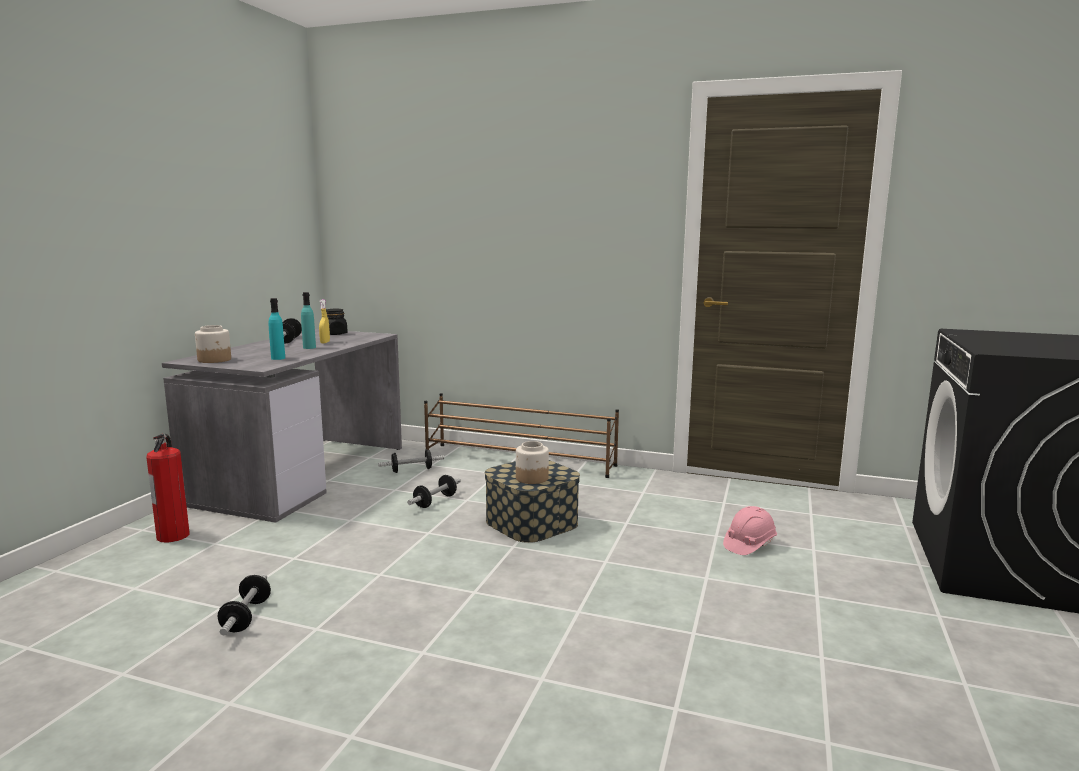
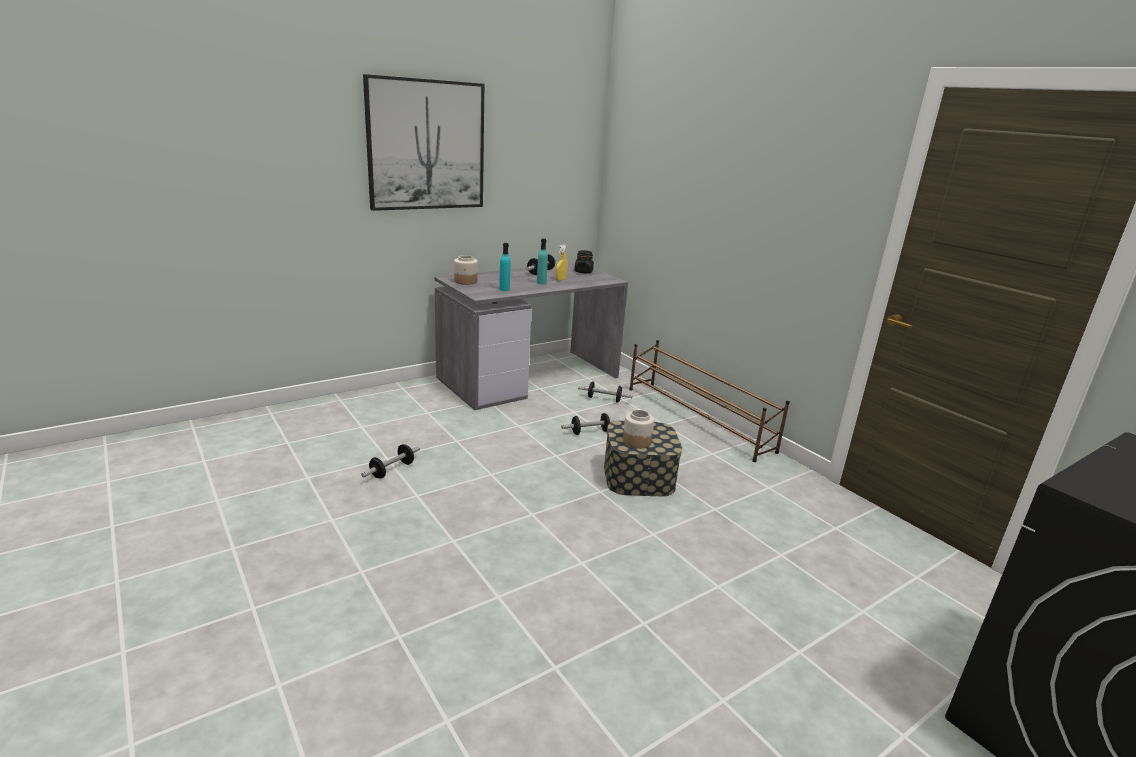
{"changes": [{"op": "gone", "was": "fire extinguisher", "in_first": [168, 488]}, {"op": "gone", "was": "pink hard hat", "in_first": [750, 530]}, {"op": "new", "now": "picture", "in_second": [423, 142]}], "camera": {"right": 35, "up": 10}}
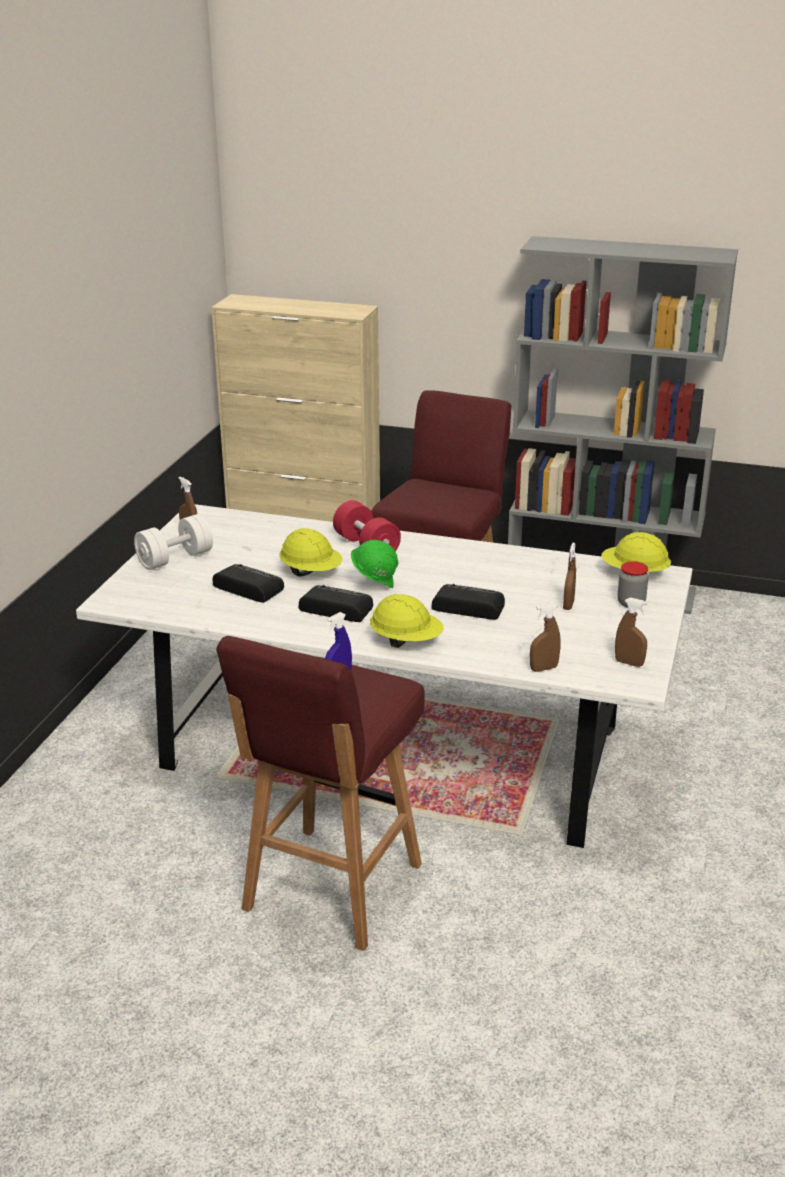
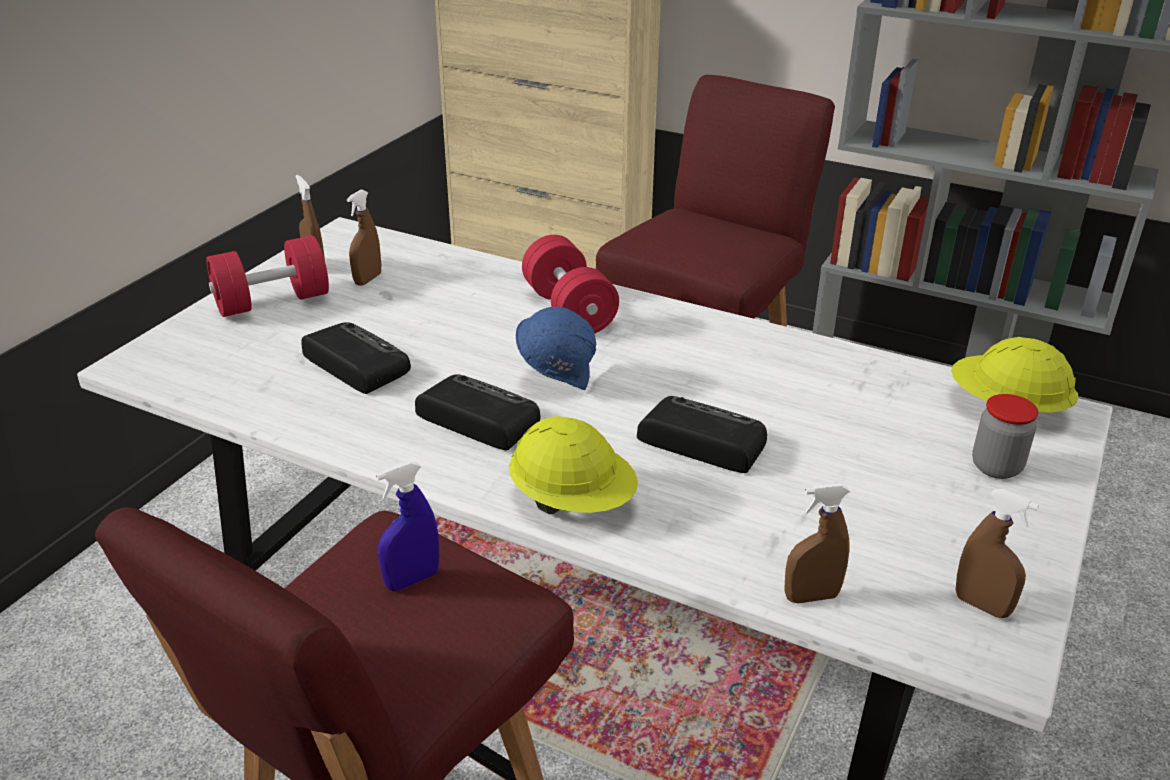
{"changes": [{"op": "repainted", "was": "white dumbbell", "now": "red dumbbell", "in_first": [173, 542], "in_second": [267, 276]}, {"op": "gone", "was": "yellow hard hat", "in_first": [310, 552]}, {"op": "repainted", "was": "green hard hat", "now": "blue hard hat", "in_first": [375, 564], "in_second": [556, 348]}, {"op": "shifted", "was": "brown spray bottle", "in_first": [569, 576], "in_second": [364, 238]}], "camera": {"right": 10, "up": 5}}
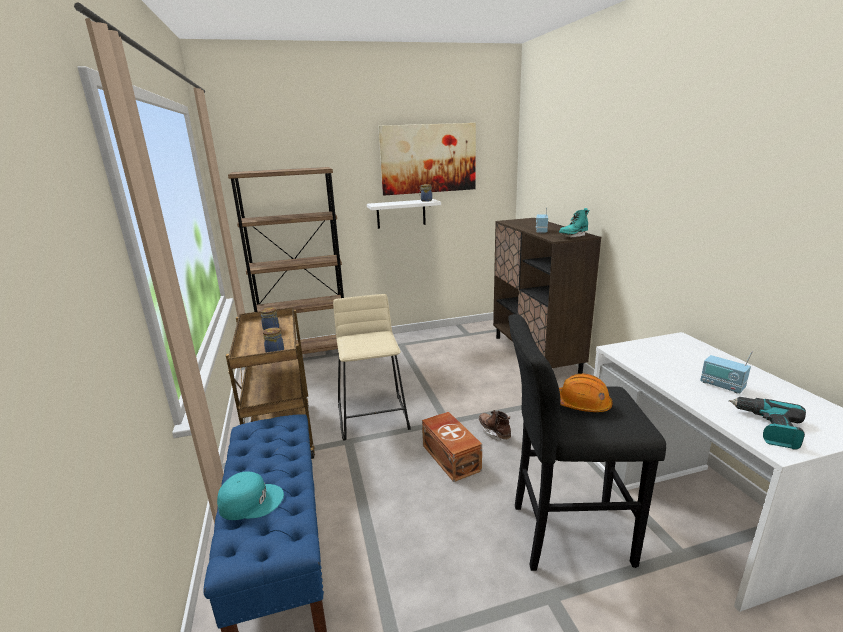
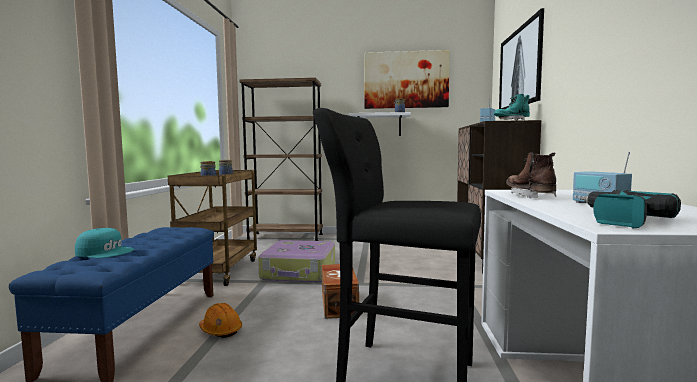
{"changes": [{"op": "swapped", "was": "beige stool", "now": "suitcase", "in_first": [372, 367], "in_second": [296, 261]}, {"op": "shifted", "was": "orange hard hat", "in_first": [586, 393], "in_second": [220, 320]}, {"op": "shifted", "was": "brown boot", "in_first": [495, 425], "in_second": [531, 175]}, {"op": "new", "now": "picture", "in_second": [521, 58]}], "camera": {"right": 20, "up": -15}}
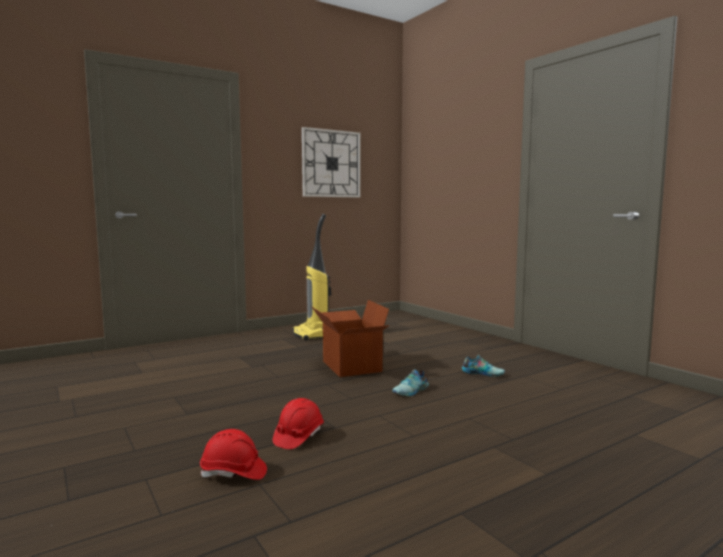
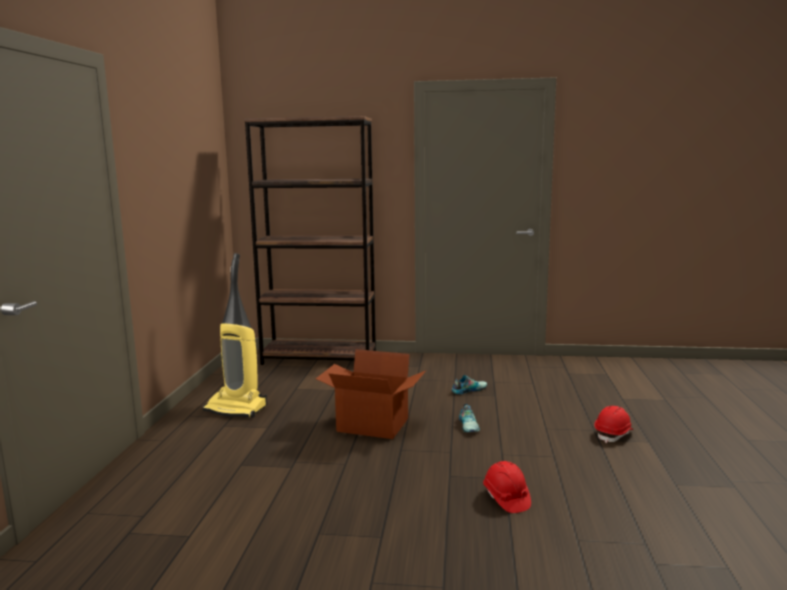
{"changes": [{"op": "gone", "was": "wall clock", "in_first": [331, 162]}, {"op": "shifted", "was": "red hard hat", "in_first": [233, 454], "in_second": [614, 424]}, {"op": "new", "now": "brown bookcase", "in_second": [310, 240]}], "camera": {"right": -50, "up": 5}}
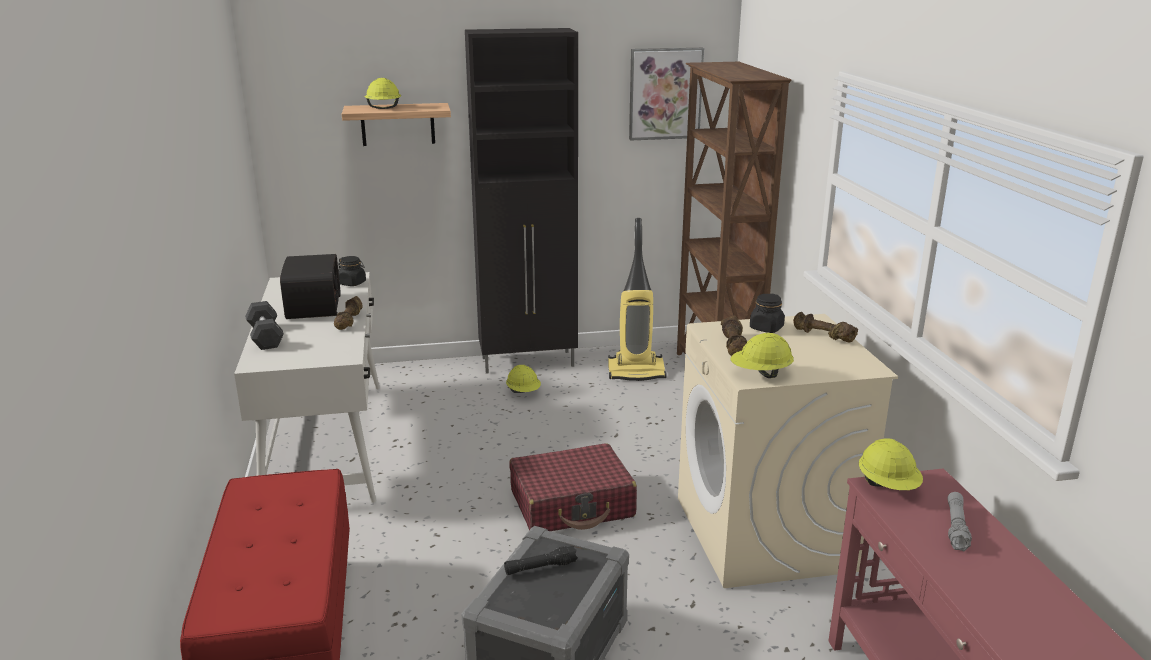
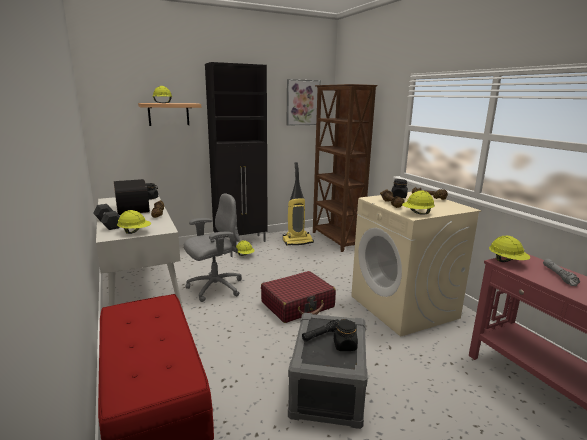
{"changes": [{"op": "new", "now": "grey office chair", "in_second": [213, 247]}, {"op": "new", "now": "yellow hard hat", "in_second": [134, 222]}, {"op": "new", "now": "black jar", "in_second": [346, 335]}], "camera": {"right": -15, "up": -5}}
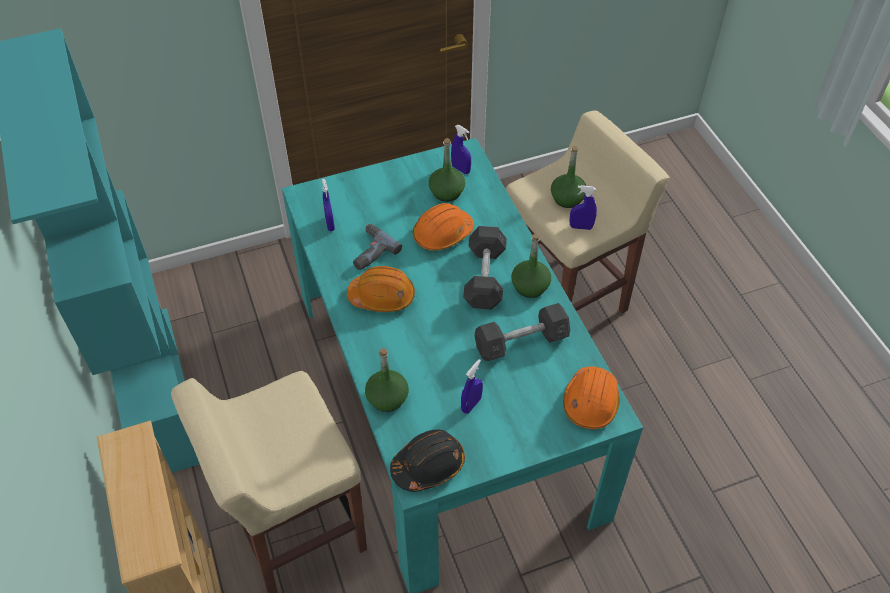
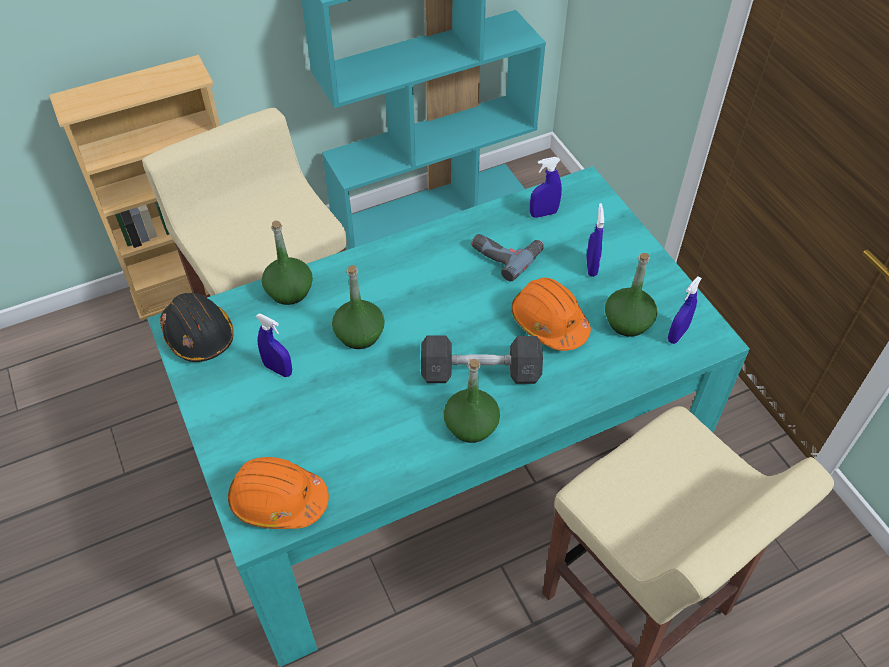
{"changes": [{"op": "shifted", "was": "green bottle", "in_first": [568, 177], "in_second": [358, 307]}, {"op": "shifted", "was": "blue spray bottle", "in_first": [583, 207], "in_second": [595, 240]}, {"op": "gone", "was": "orange hard hat", "in_first": [381, 289]}, {"op": "gone", "was": "grey dumbbell", "in_first": [522, 332]}], "camera": {"right": 85, "up": 0}}
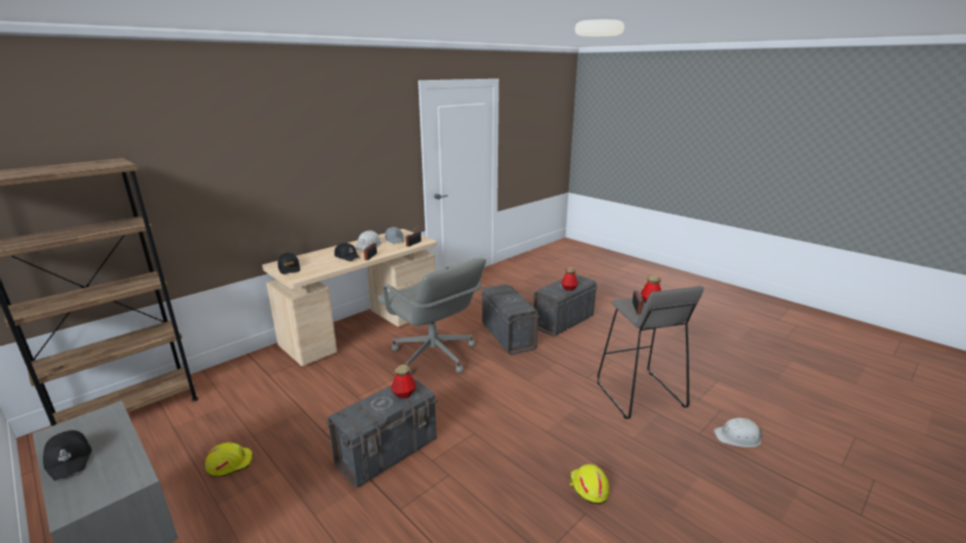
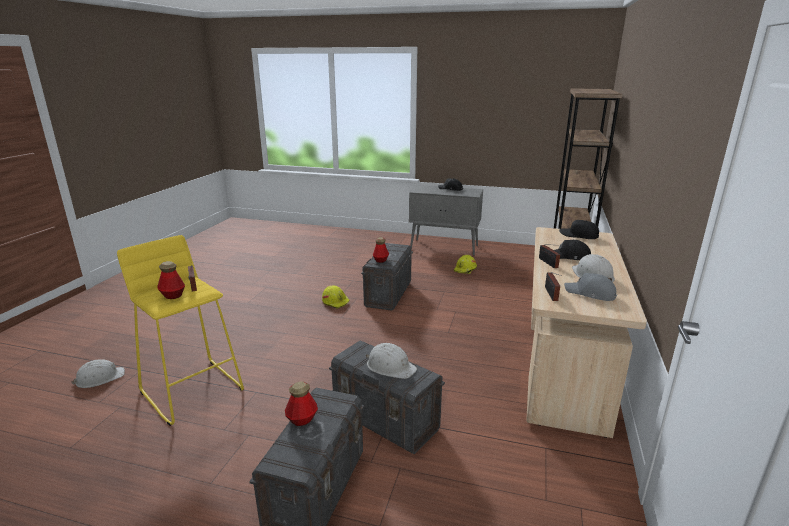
{"changes": [{"op": "gone", "was": "grey office chair", "in_first": [432, 316]}, {"op": "repainted", "was": "grey stool", "now": "yellow stool", "in_first": [650, 352], "in_second": [180, 330]}, {"op": "shifted", "was": "yellow hard hat", "in_first": [589, 484], "in_second": [336, 297]}, {"op": "new", "now": "white hard hat", "in_second": [391, 361]}], "camera": {"right": 150, "up": 0}}
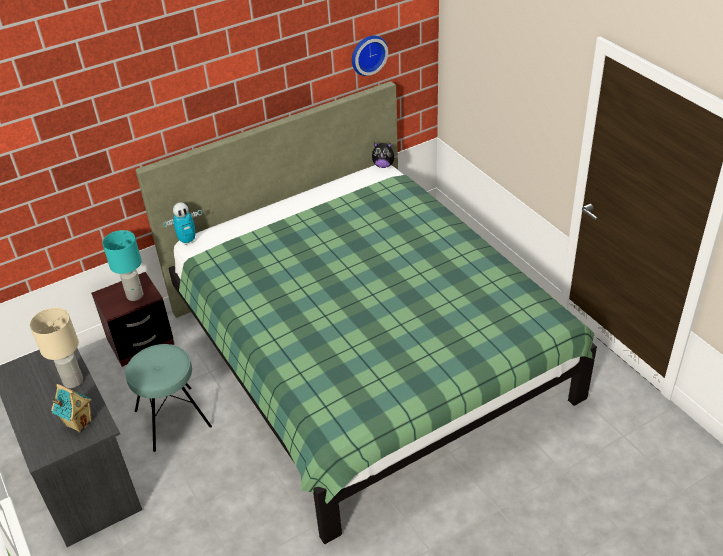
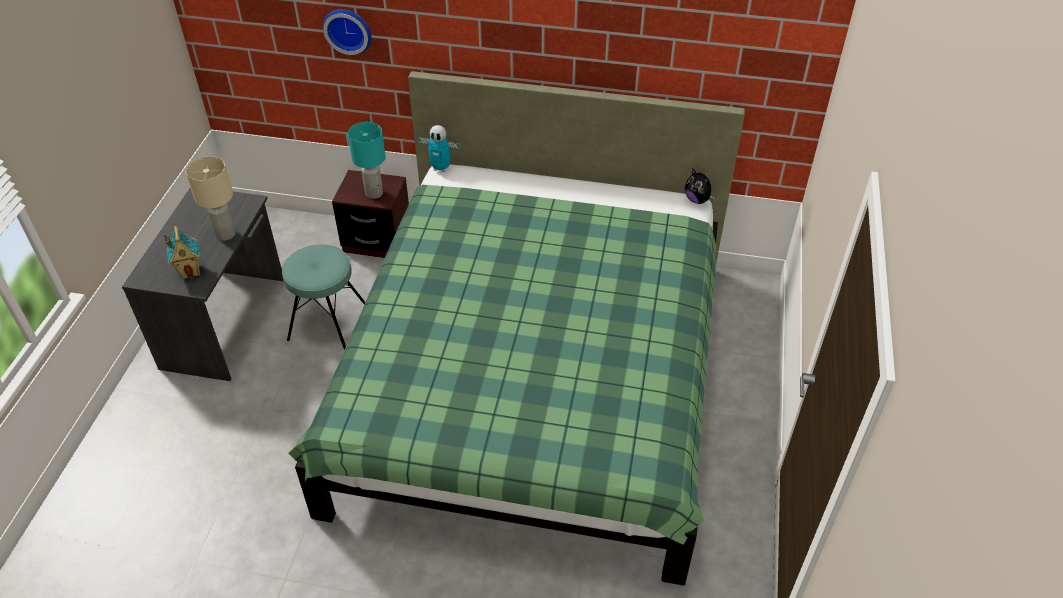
{"changes": [{"op": "shifted", "was": "wall clock", "in_first": [370, 55], "in_second": [347, 32]}], "camera": {"right": 40, "up": 5}}
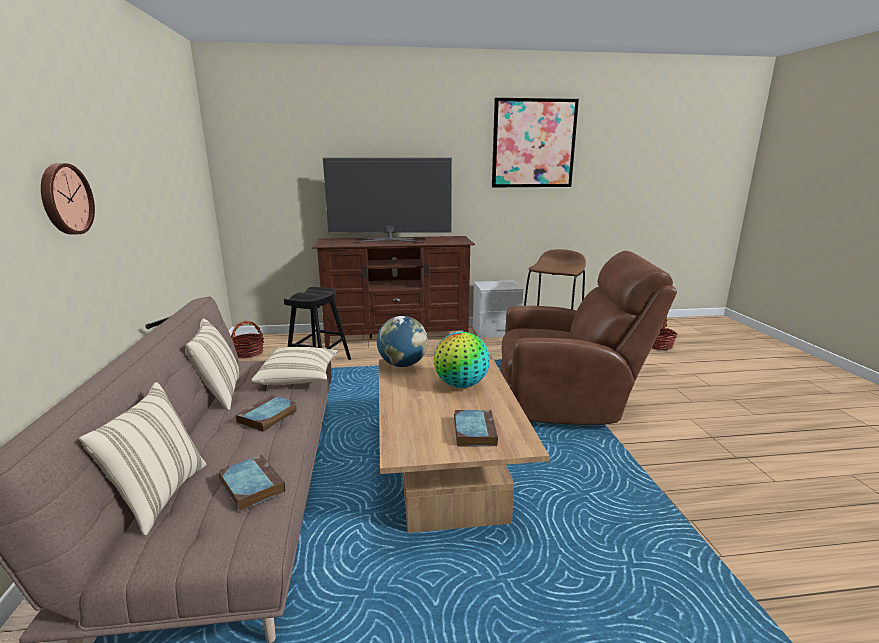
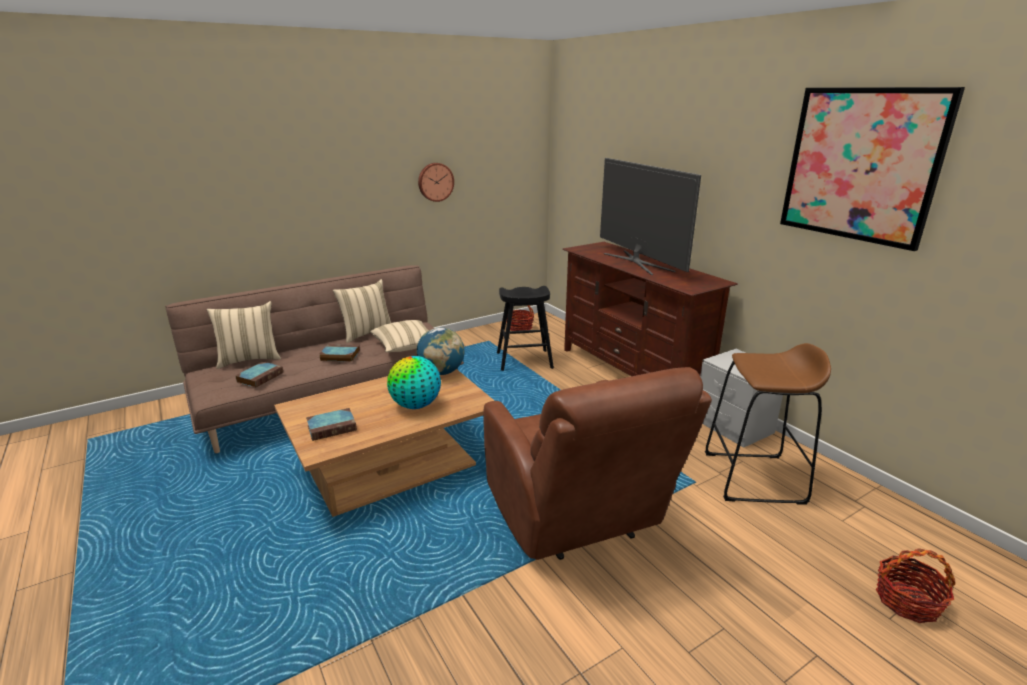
{"changes": [{"op": "shifted", "was": "wall clock", "in_first": [68, 198], "in_second": [436, 182]}], "camera": {"right": 65, "up": 5}}
